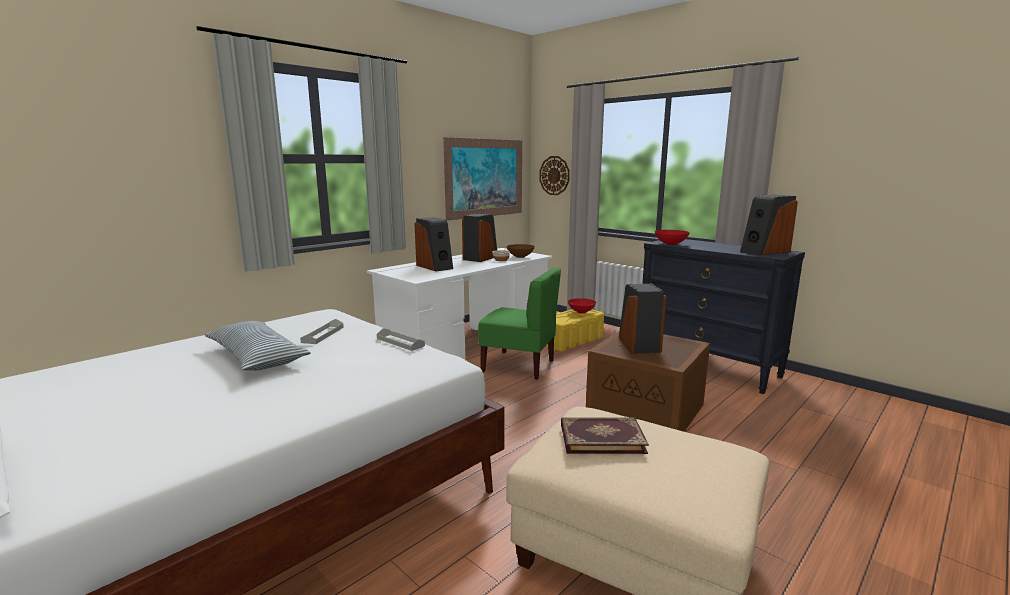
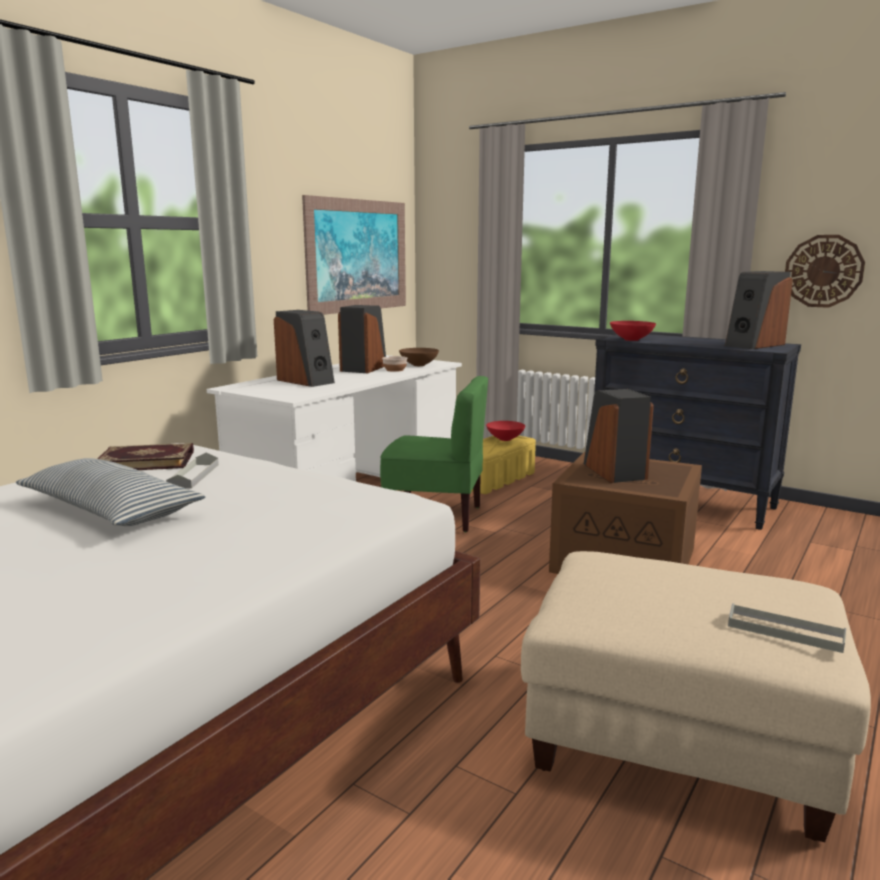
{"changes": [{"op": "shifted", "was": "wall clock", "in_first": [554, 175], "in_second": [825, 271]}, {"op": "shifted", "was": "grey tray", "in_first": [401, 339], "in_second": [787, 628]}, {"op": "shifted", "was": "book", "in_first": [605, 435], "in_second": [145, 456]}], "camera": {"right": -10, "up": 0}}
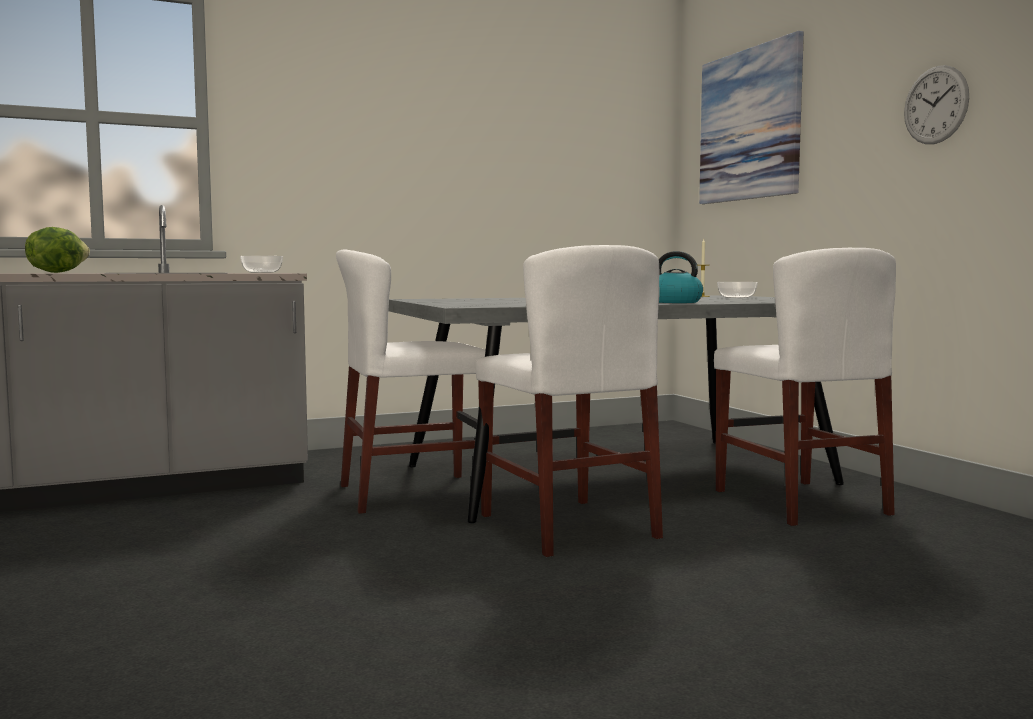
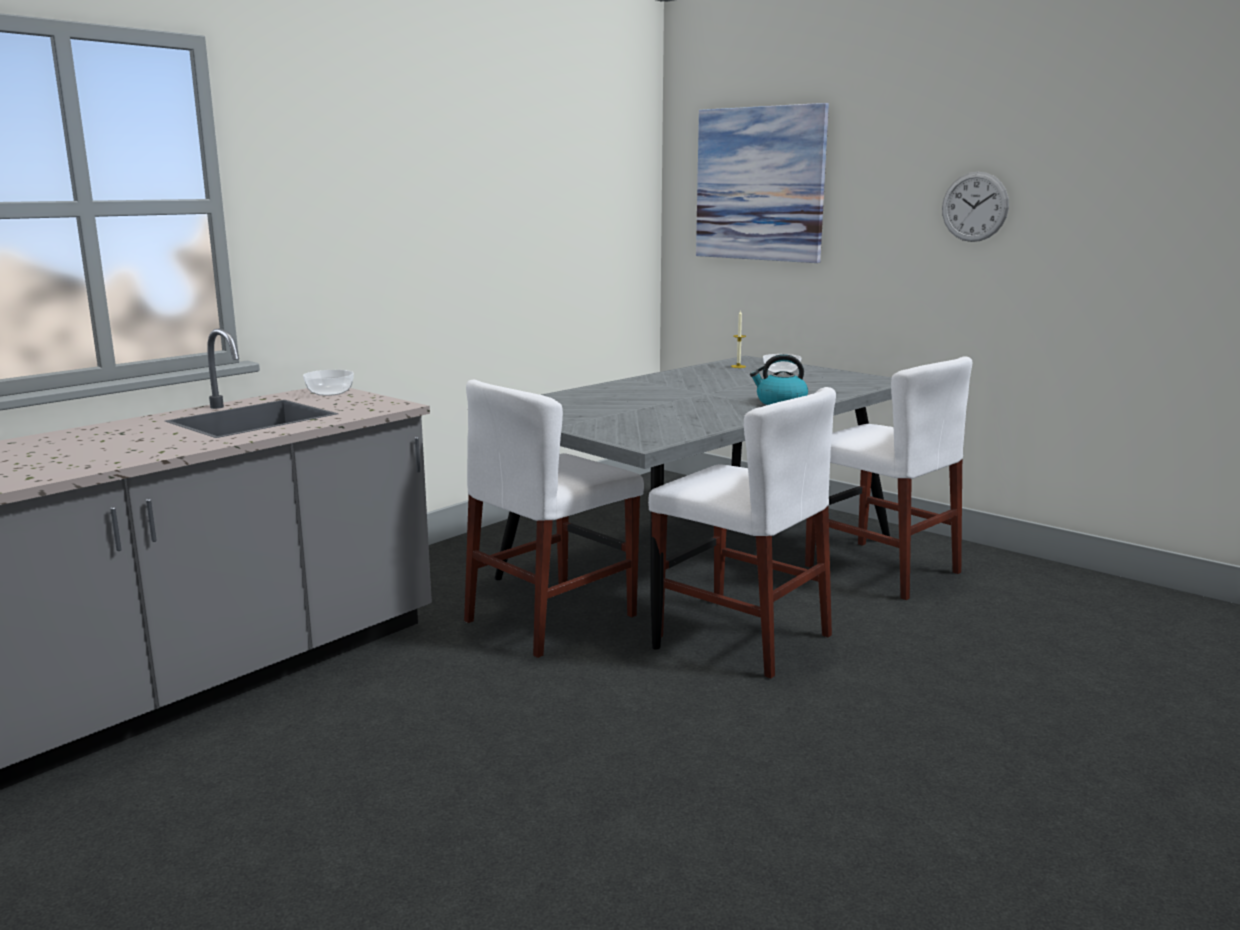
{"changes": [{"op": "gone", "was": "lettuce", "in_first": [57, 250]}], "camera": {"right": -25, "up": 10}}
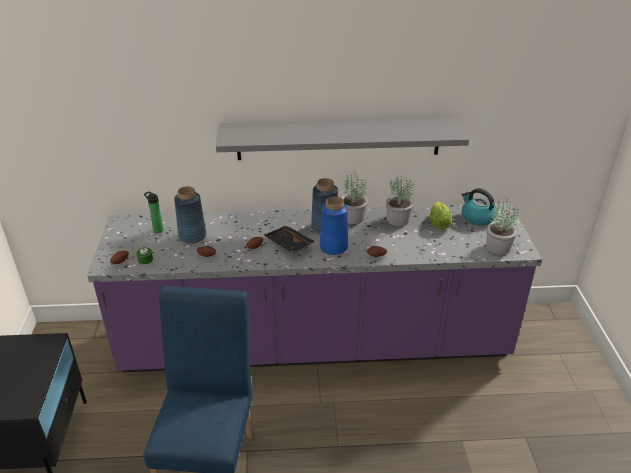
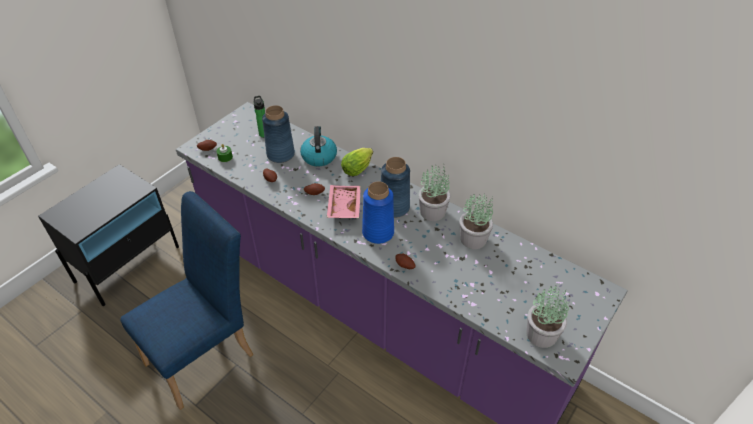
{"changes": [{"op": "gone", "was": "grey shelf", "in_first": [342, 138]}, {"op": "shifted", "was": "kettle", "in_first": [479, 207], "in_second": [318, 146]}, {"op": "shifted", "was": "lettuce", "in_first": [440, 215], "in_second": [357, 162]}, {"op": "repainted", "was": "black tray", "now": "pink tray", "in_first": [289, 239], "in_second": [344, 201]}], "camera": {"right": 40, "up": 10}}
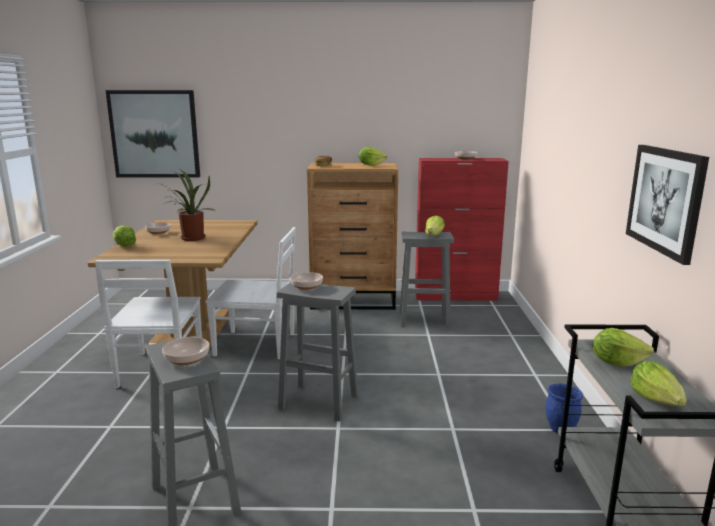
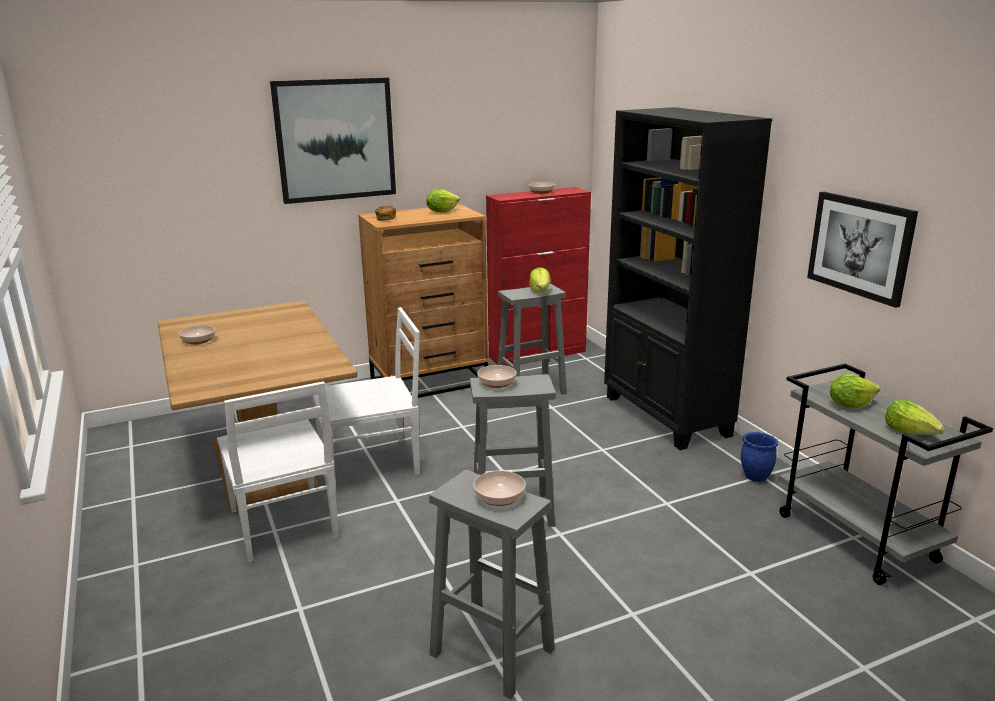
{"changes": [{"op": "shifted", "was": "picture", "in_first": [153, 134], "in_second": [333, 141]}, {"op": "gone", "was": "potted plant", "in_first": [187, 205]}, {"op": "gone", "was": "lettuce", "in_first": [124, 236]}, {"op": "new", "now": "black bookcase", "in_second": [688, 278]}], "camera": {"right": -25, "up": 5}}
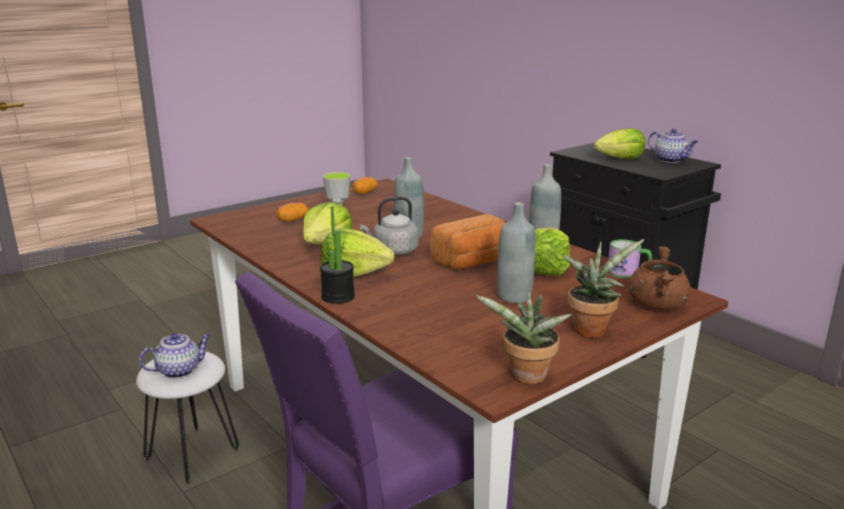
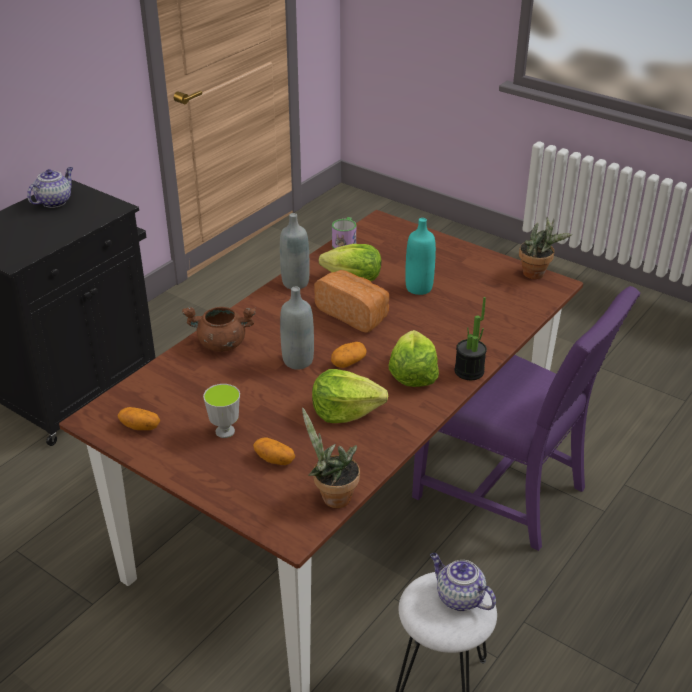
{"changes": [{"op": "gone", "was": "lettuce", "in_first": [619, 143]}, {"op": "swapped", "was": "grey kettle", "now": "potato", "in_first": [389, 225], "in_second": [349, 355]}, {"op": "repainted", "was": "grey bottle", "now": "turquoise bottle", "in_first": [516, 252], "in_second": [420, 256]}, {"op": "shifted", "was": "potted plant", "in_first": [603, 288], "in_second": [331, 457]}, {"op": "shifted", "was": "brown cooking pot", "in_first": [659, 278], "in_second": [219, 329]}], "camera": {"right": -105, "up": 15}}
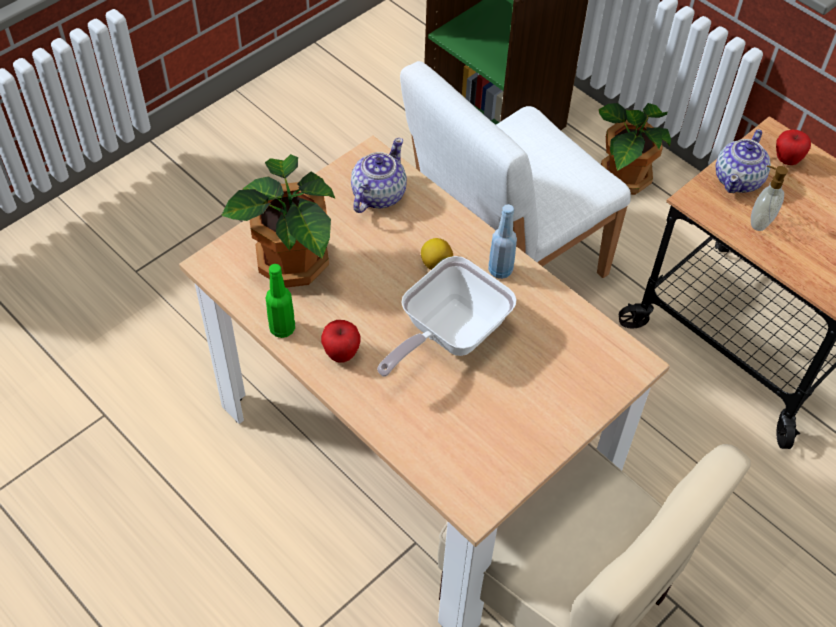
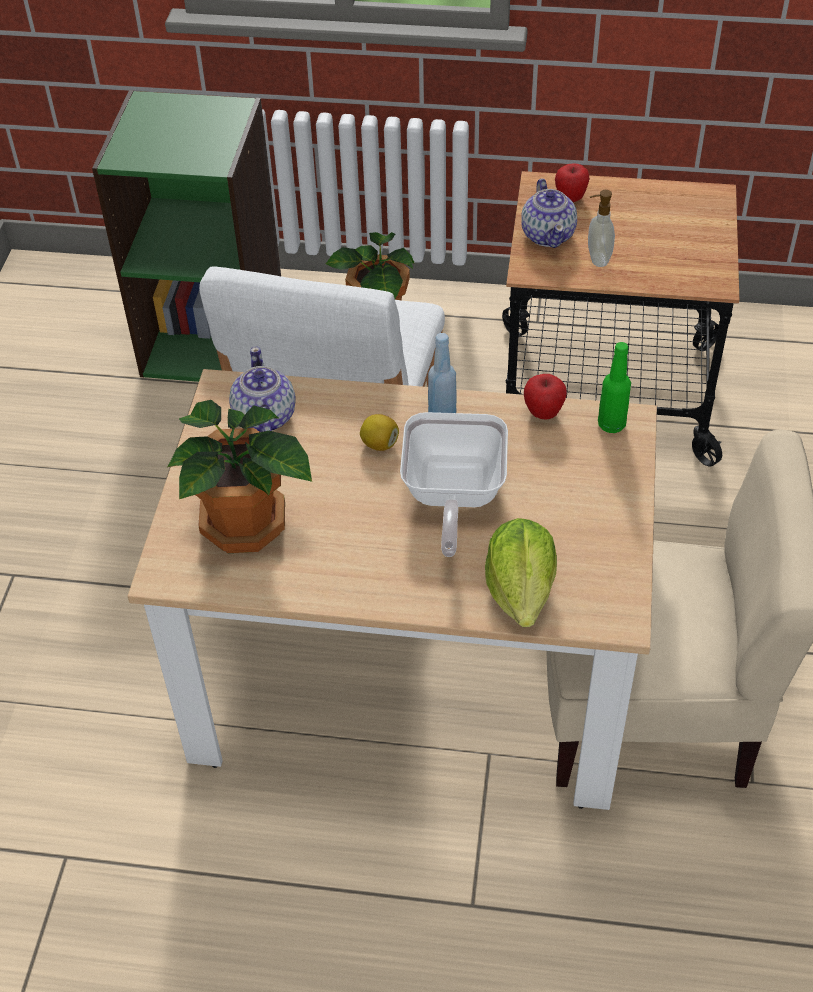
{"changes": [{"op": "shifted", "was": "green bottle", "in_first": [280, 301], "in_second": [614, 387]}, {"op": "shifted", "was": "apple", "in_first": [340, 341], "in_second": [545, 397]}, {"op": "new", "now": "lettuce", "in_second": [521, 572]}], "camera": {"right": -35, "up": -5}}
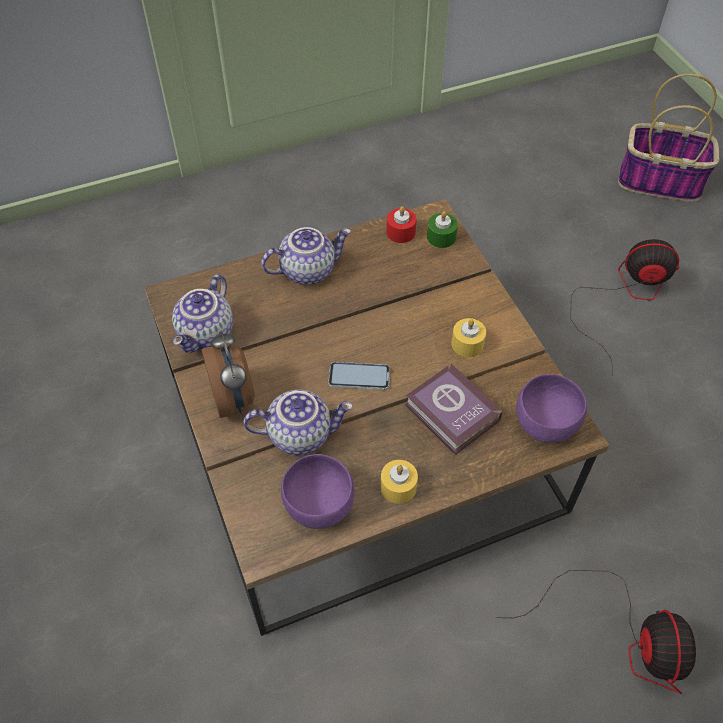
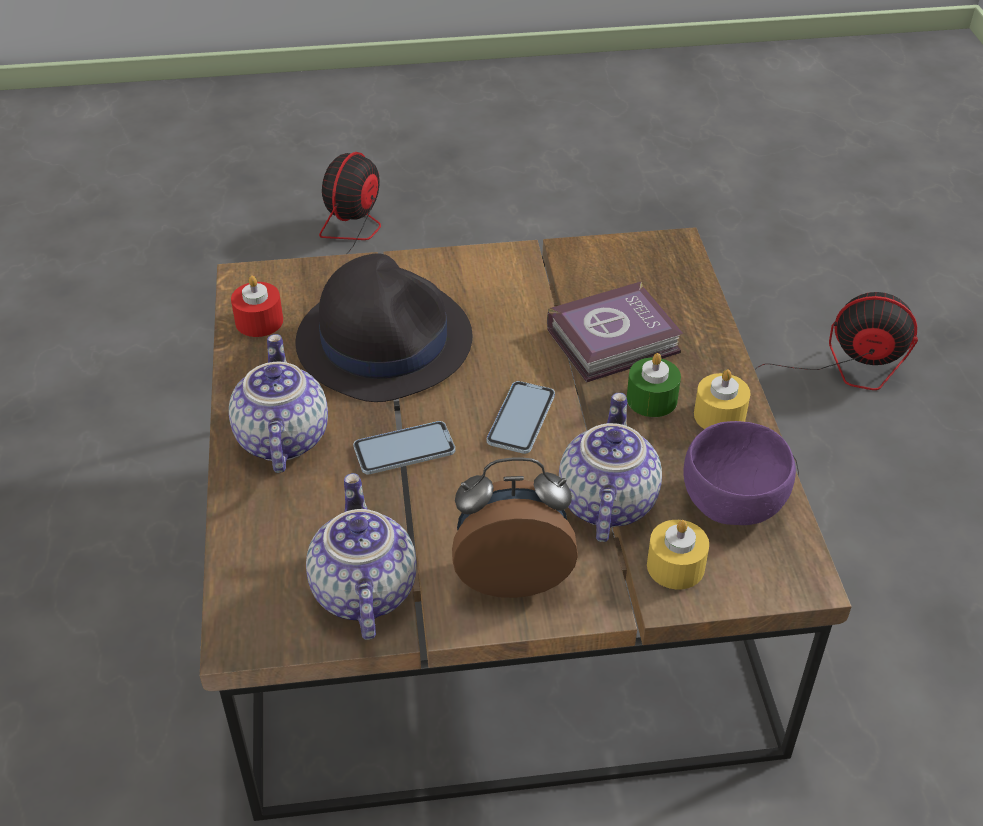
{"changes": [{"op": "gone", "was": "basket", "in_first": [668, 137]}, {"op": "shifted", "was": "green candle", "in_first": [442, 229], "in_second": [654, 385]}, {"op": "rotated", "was": "teapot", "in_first": [202, 313], "in_second": [361, 556], "clockwise": -135}, {"op": "shifted", "was": "yellow candle", "in_first": [469, 337], "in_second": [678, 555]}, {"op": "gone", "was": "purple bowl", "in_first": [551, 408]}, {"op": "new", "now": "black hat", "in_second": [384, 327]}, {"op": "new", "now": "phone", "in_second": [404, 448]}], "camera": {"right": -75, "up": -10}}
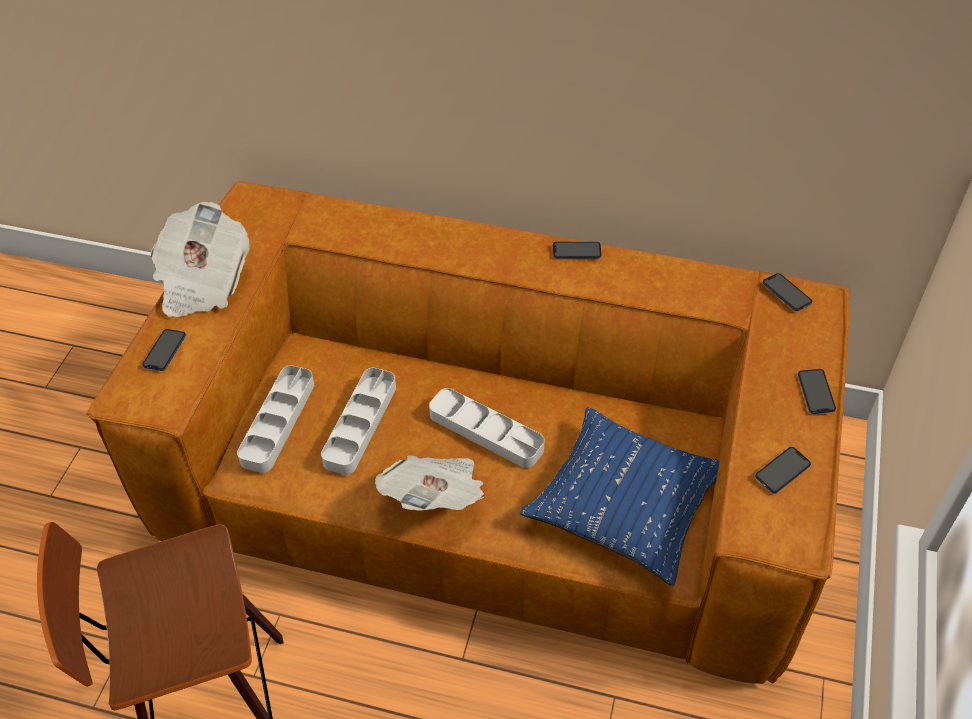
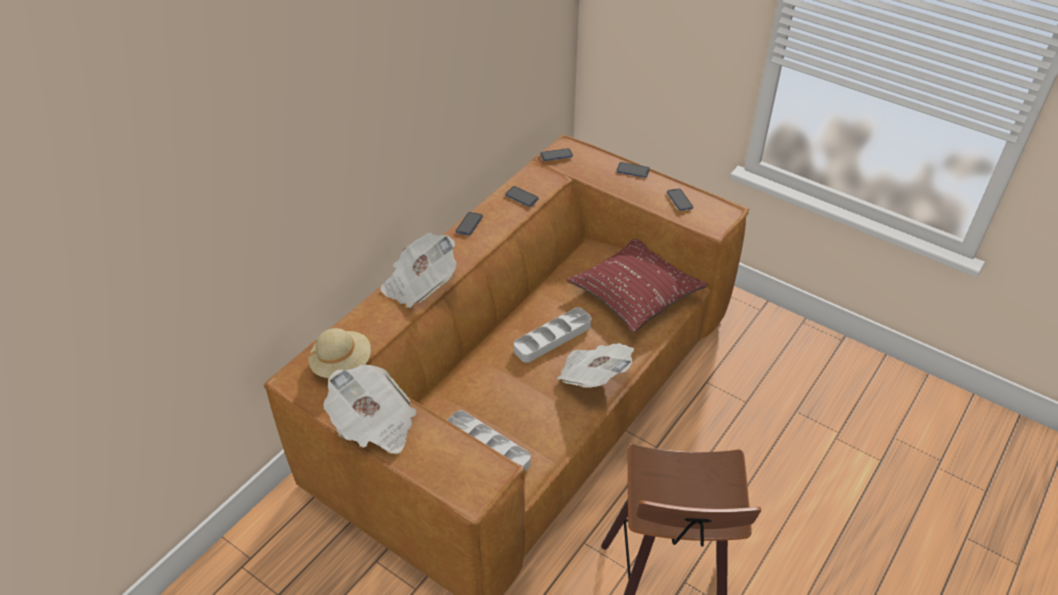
{"changes": [{"op": "shifted", "was": "phone", "in_first": [164, 350], "in_second": [522, 196]}, {"op": "gone", "was": "grey tray", "in_first": [358, 421]}, {"op": "repainted", "was": "blue pillow", "now": "red pillow", "in_first": [619, 496], "in_second": [637, 286]}, {"op": "new", "now": "newspaper", "in_second": [419, 270]}, {"op": "new", "now": "beige hat", "in_second": [340, 353]}], "camera": {"right": -70, "up": -5}}
